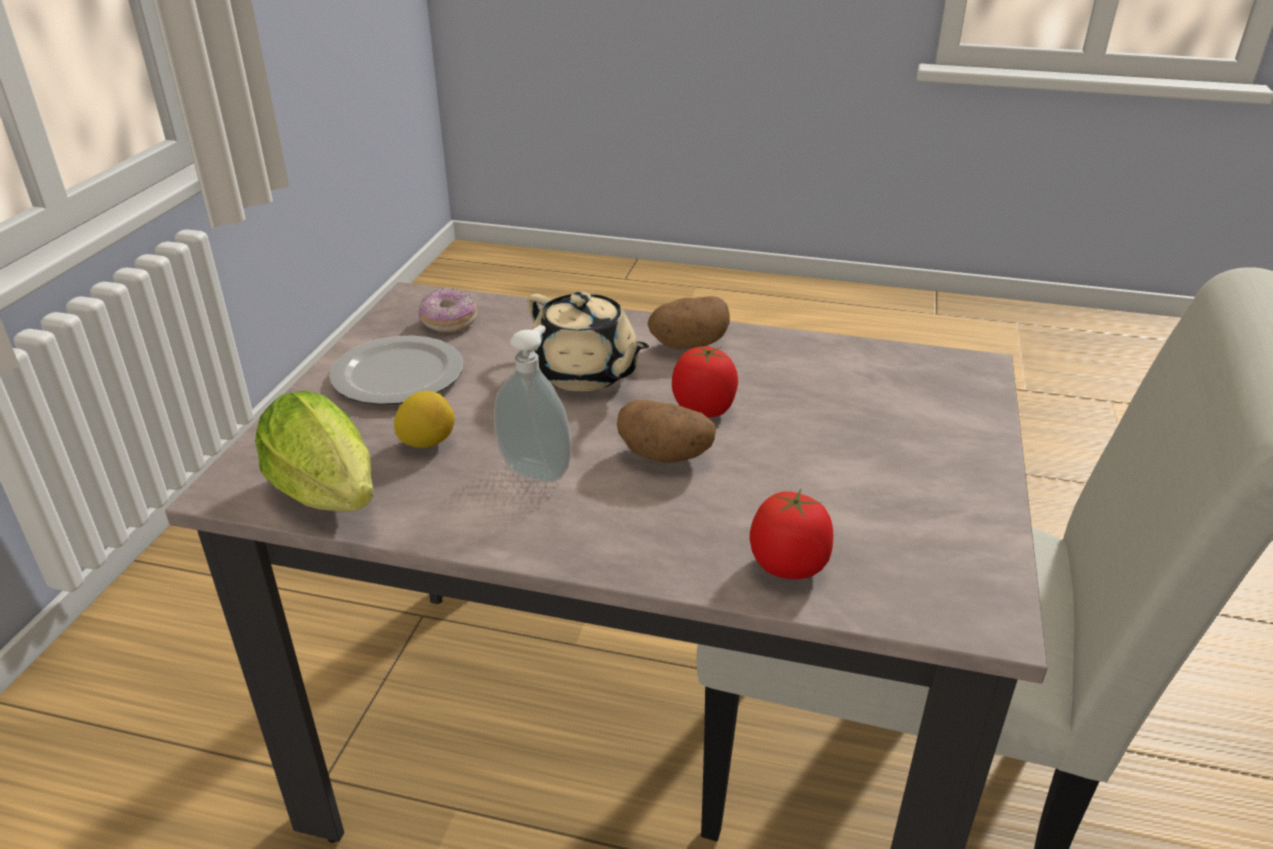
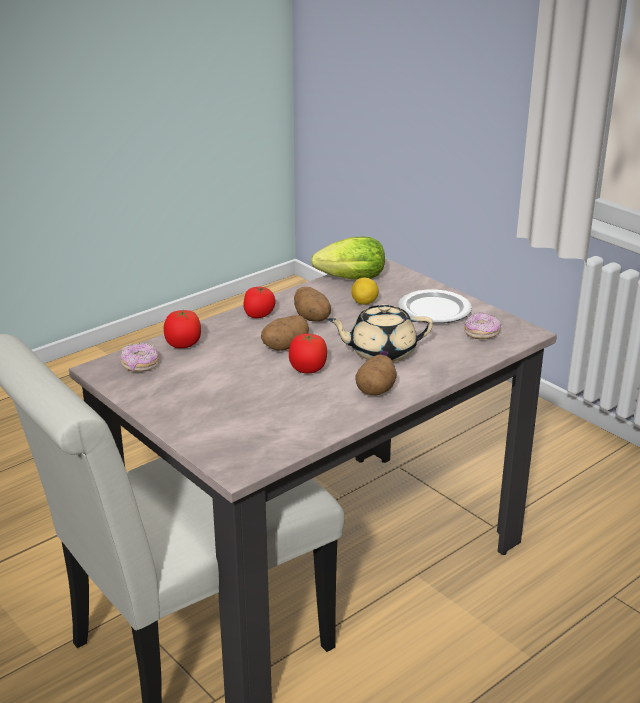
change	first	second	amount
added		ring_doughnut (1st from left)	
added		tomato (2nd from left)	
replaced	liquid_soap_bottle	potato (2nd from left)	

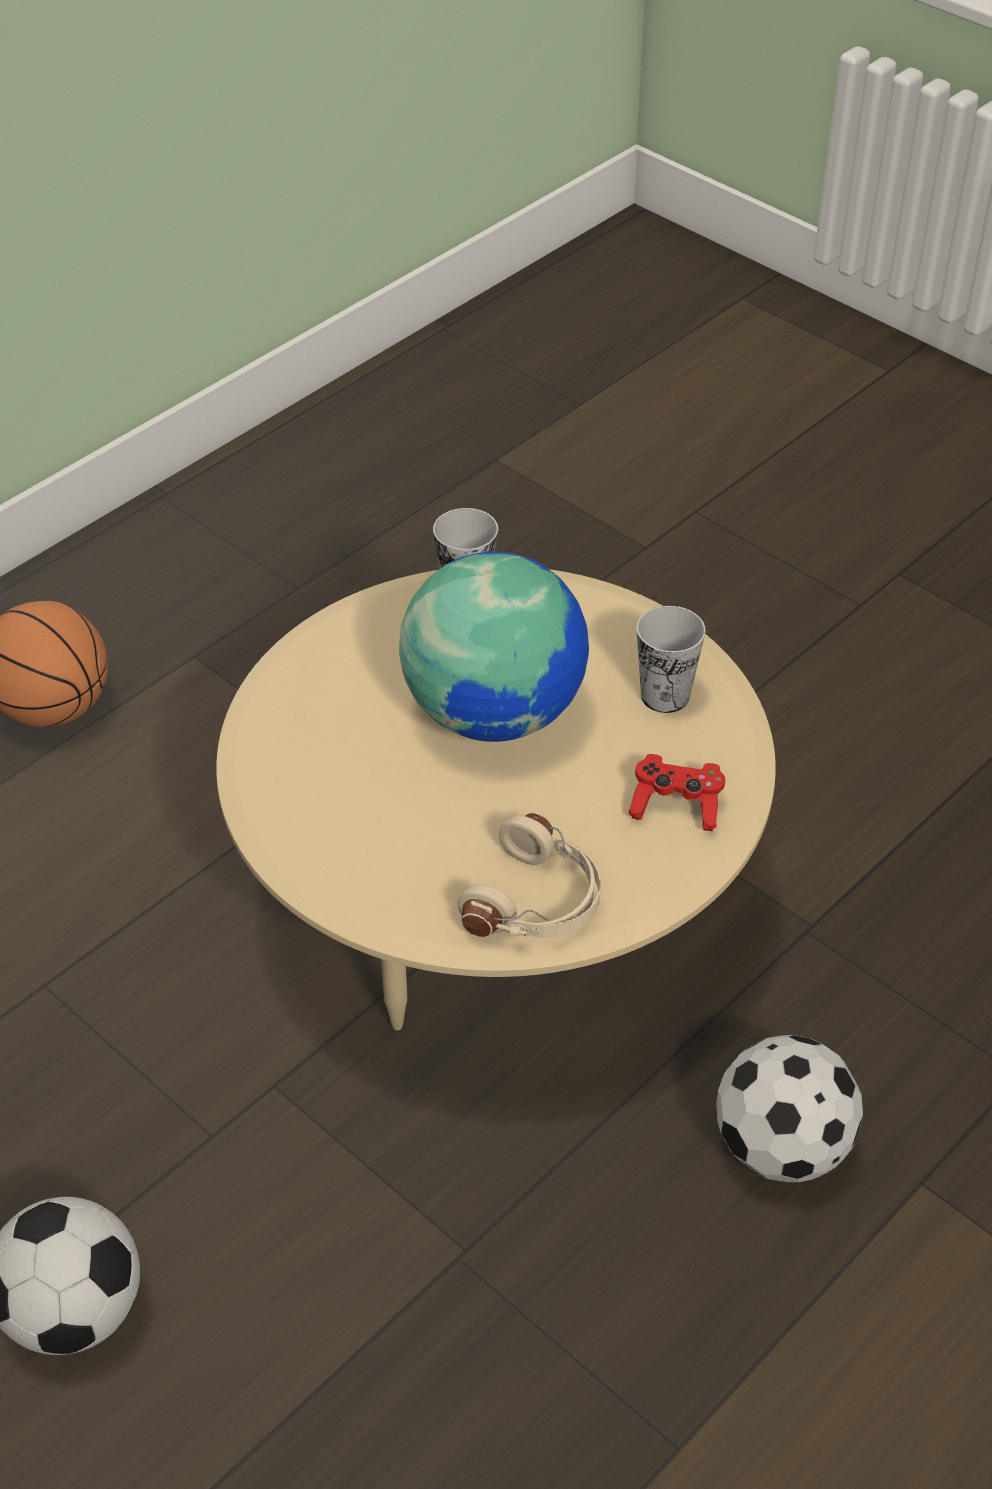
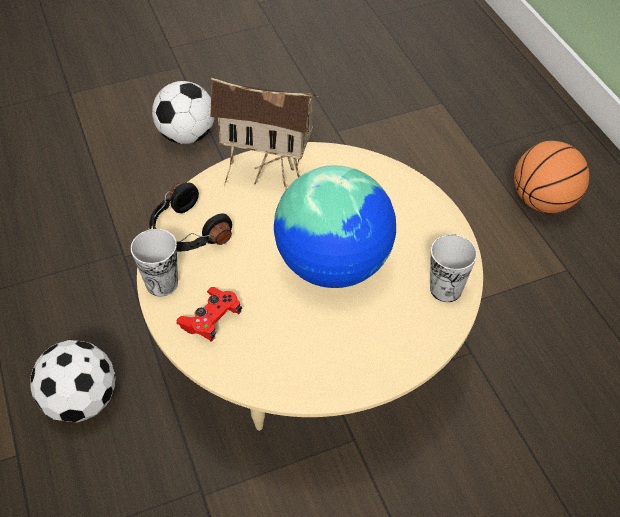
change	first	second	amount
added		toy_house	
moved	cup (2nd from left in the first image)	cup (1st from left)	
recoloured	beige_headphones	blackish_headphones	

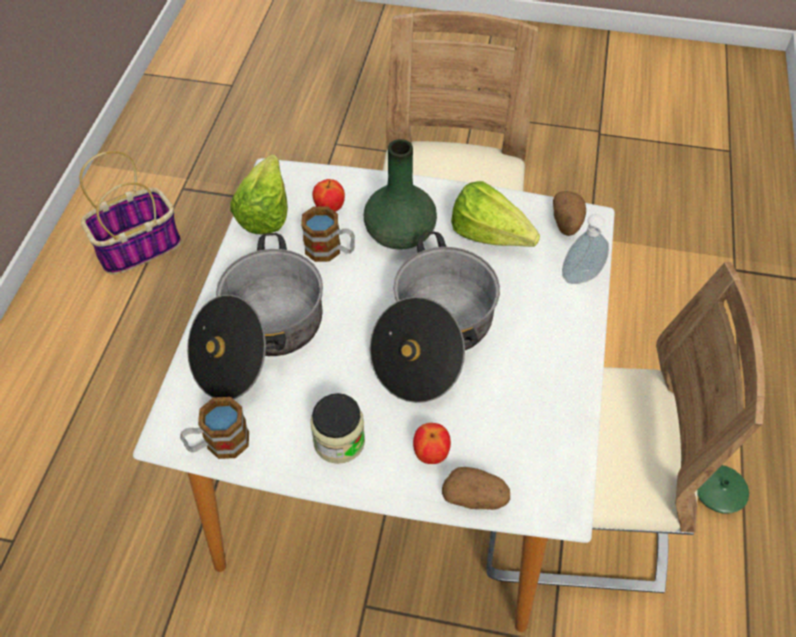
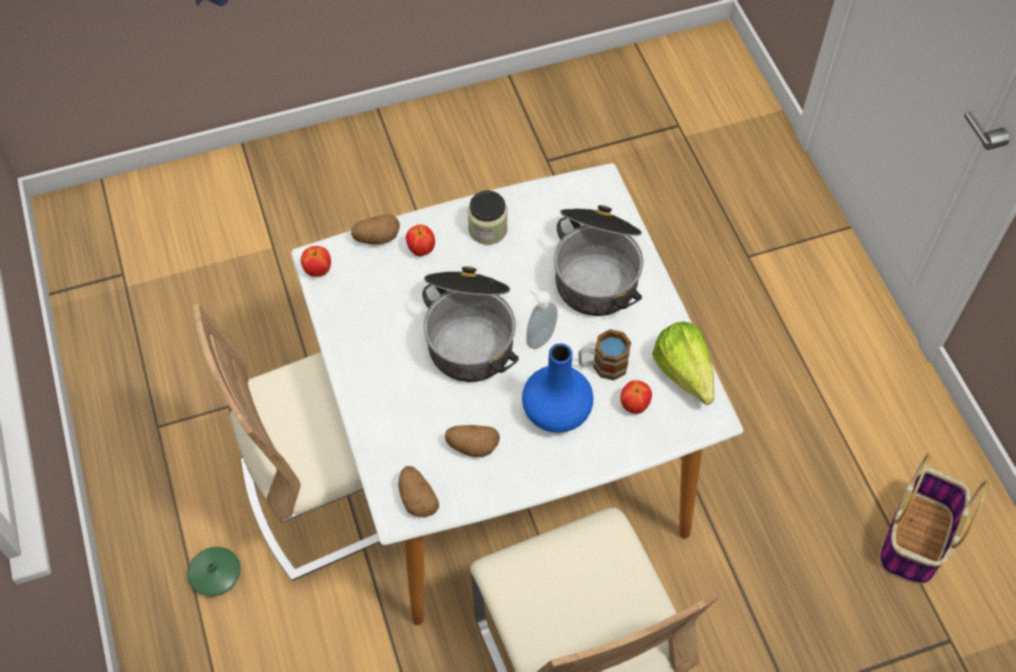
change	first	second	amount
removed	coffee_mug (1st from left)		
added		apple_fruit (1st from left)	
moved	liquid_soap_bottle		
replaced	lettuce_head (2nd from left)	potato (3rd from left)	
recoloured	green_vase (1st from left)	bluish_vase	

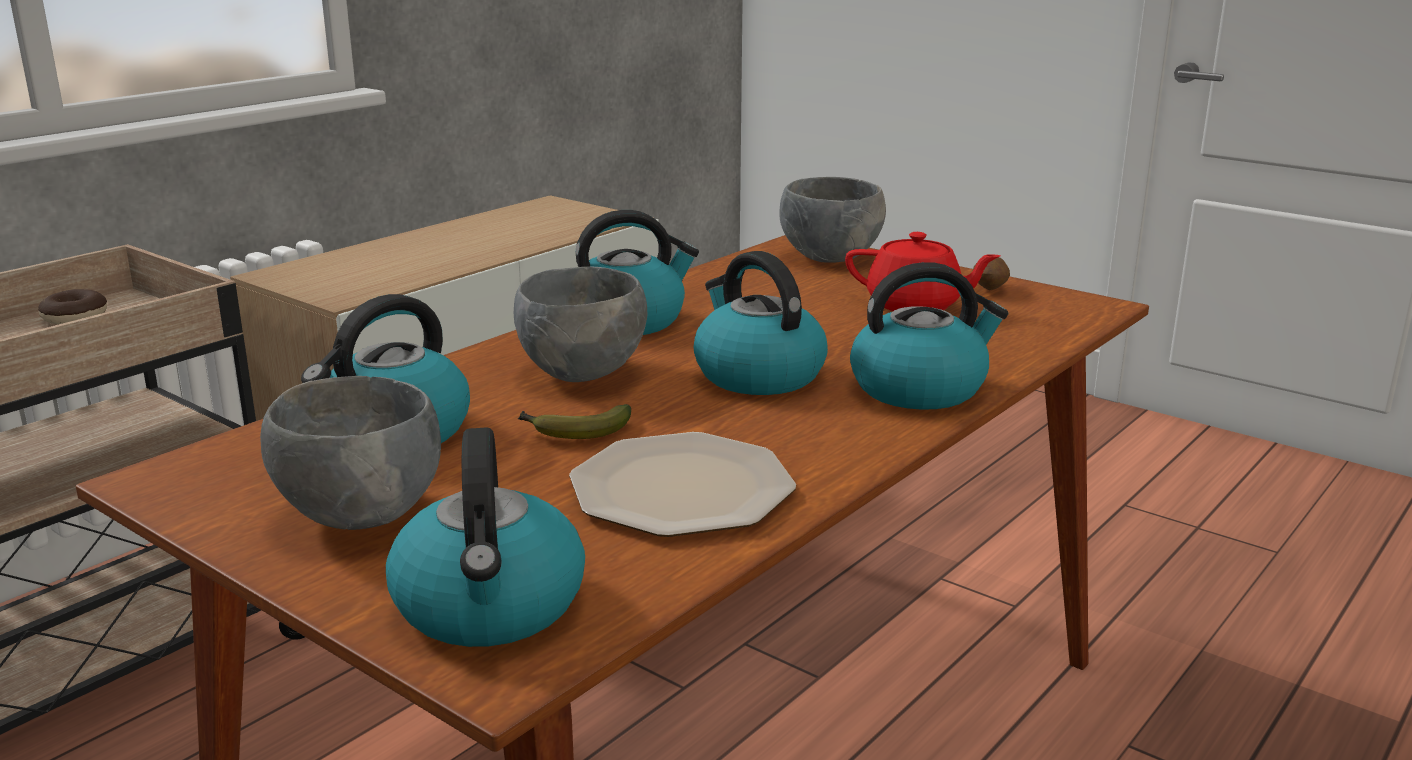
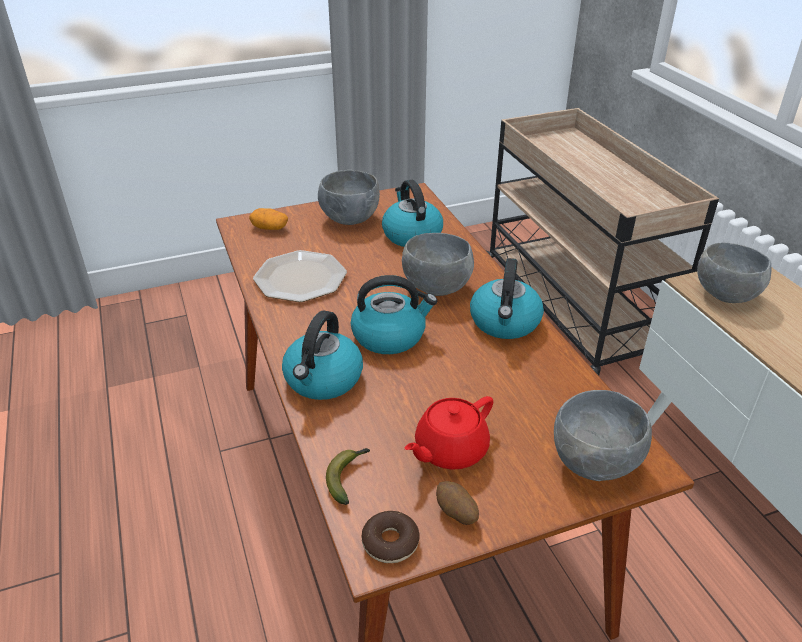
change	first	second	amount
added		gray_bowl (4th from left)	
moved	ring_doughnut		
moved	whole_banana		
replaced	water_kettle (2nd from left)	potato (1st from left)	

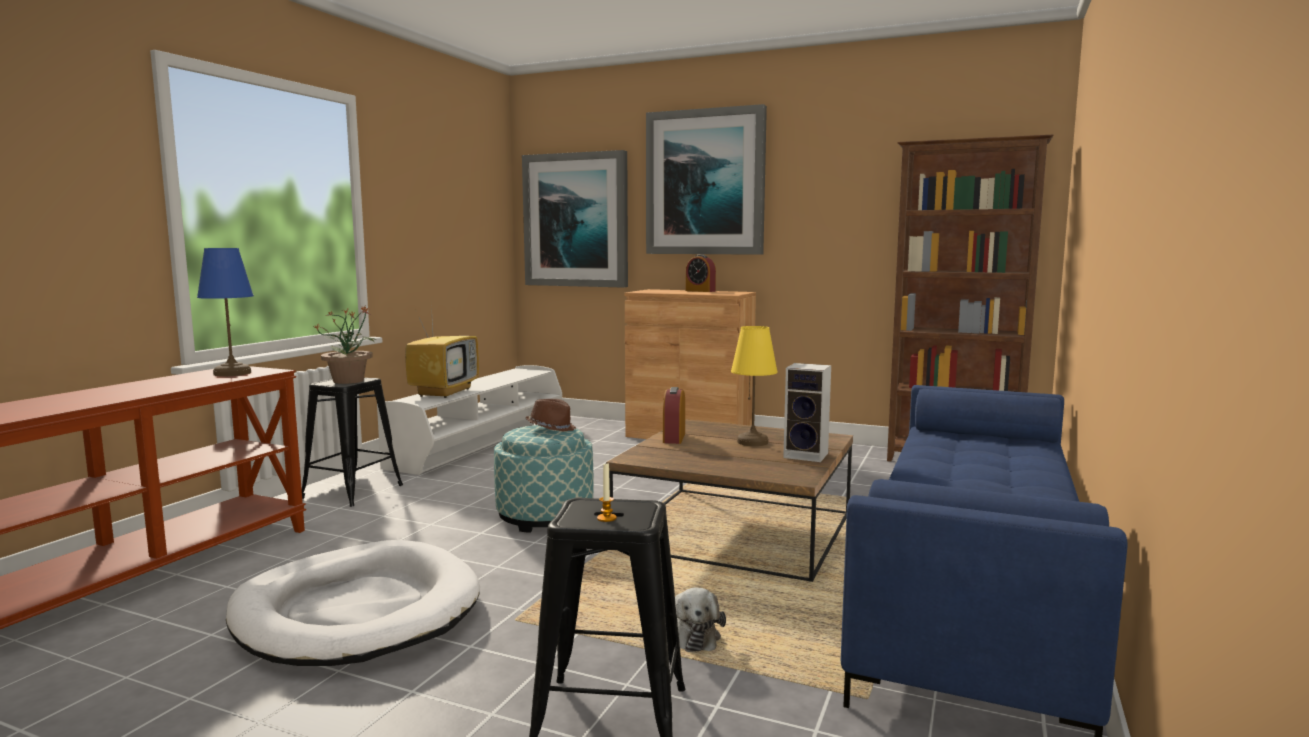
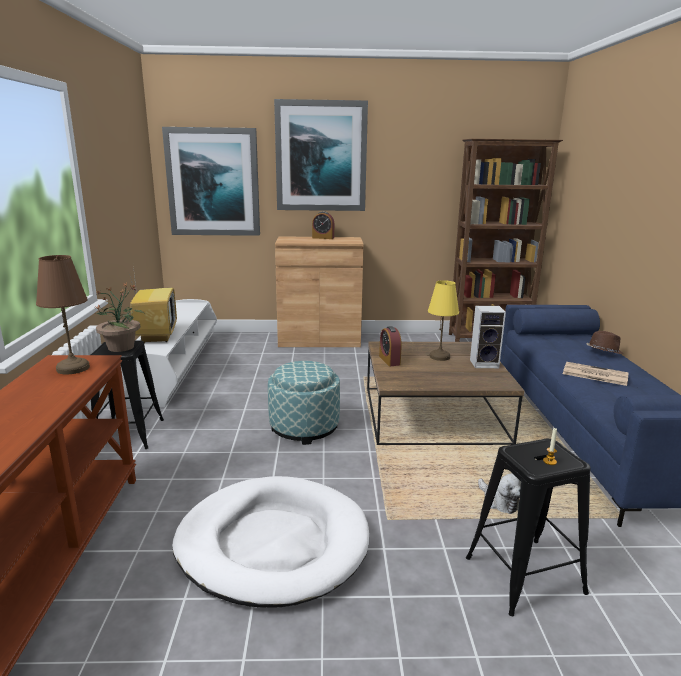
change	first	second	amount
added		daily_paper	
moved	brown-coloured_clothing_hat		
recoloured	bluish_table_lamp	brown-coloured_table_lamp	

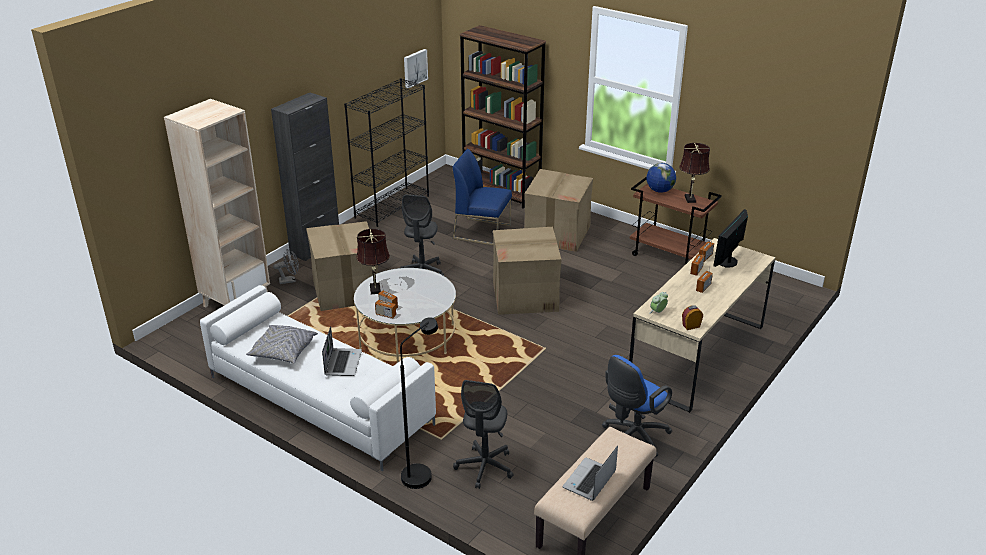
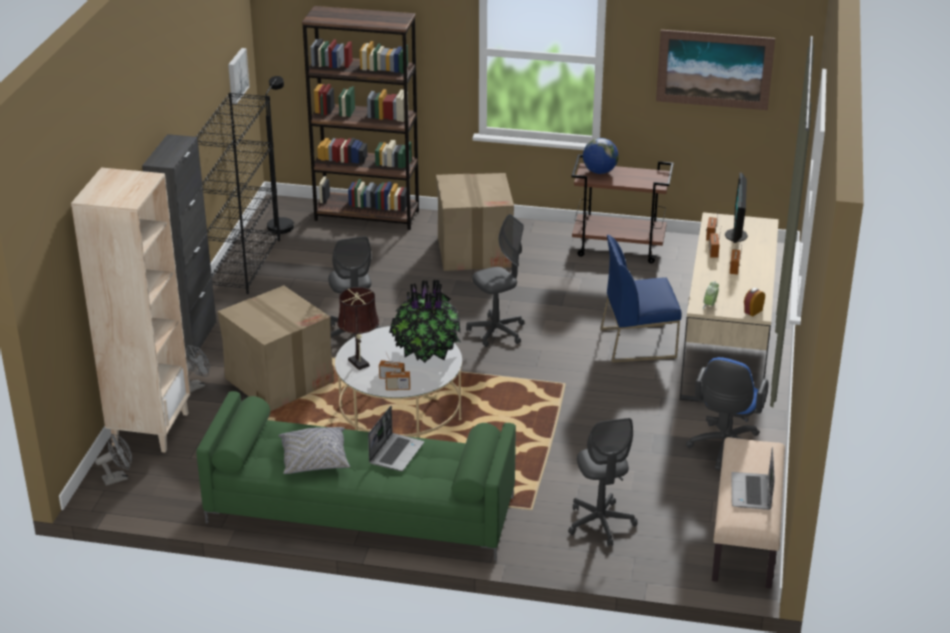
change	first	second	amount
removed	brown-coloured_table_lamp (2nd from left)		
added		gray_fan (1st from left)	
added		houseplant	
added		wall_art (2nd from left)	
moved	blackish_floor_lamp		
moved	bluish_upright_chair		
replaced	cardboard_box (2nd from left)	gray_office_chair (2nd from left)	
recoloured	whitish_settee	green_settee	
turned	portable_computer (1st from left)		45 degrees clockwise

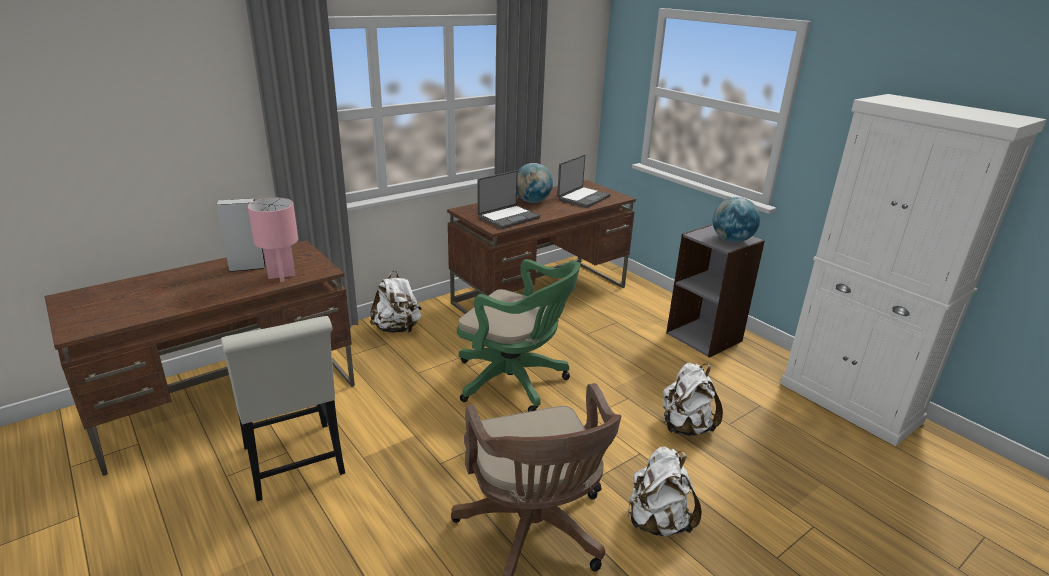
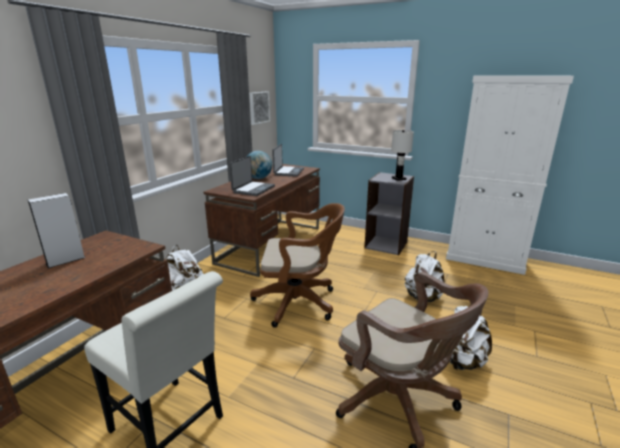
change	first	second	amount
removed	pink-coloured_table_lamp		
added		wall_art	
replaced	desk_globe (2nd from left)	whitish_table_lamp	
recoloured	green_office_chair	brown-coloured_office_chair (1st from left)	

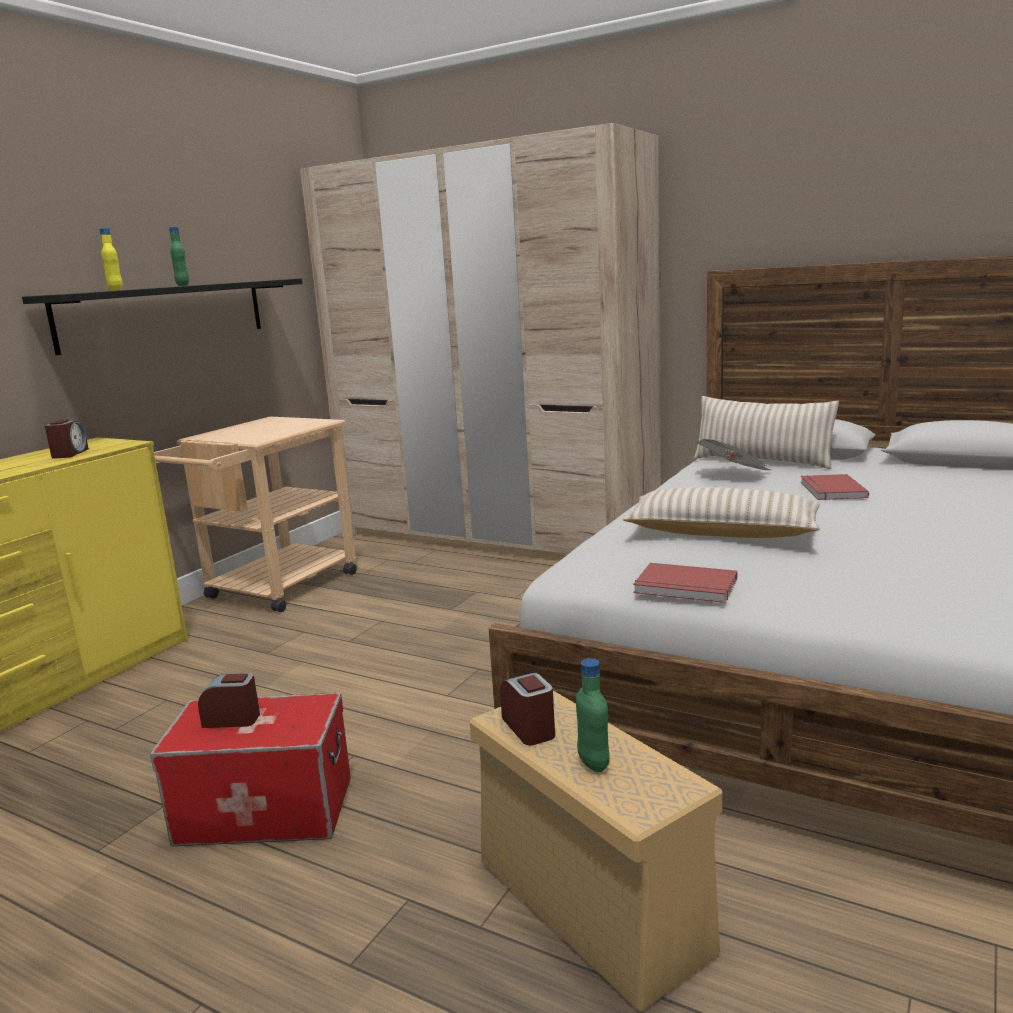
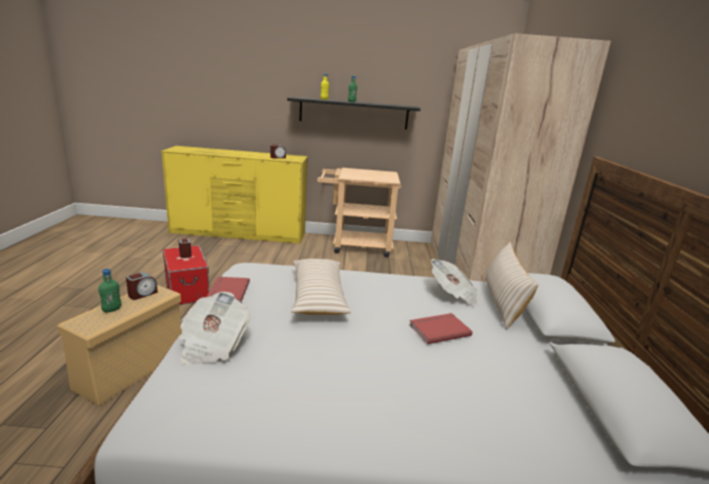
change	first	second	amount
added		daily_paper (1st from left)	

